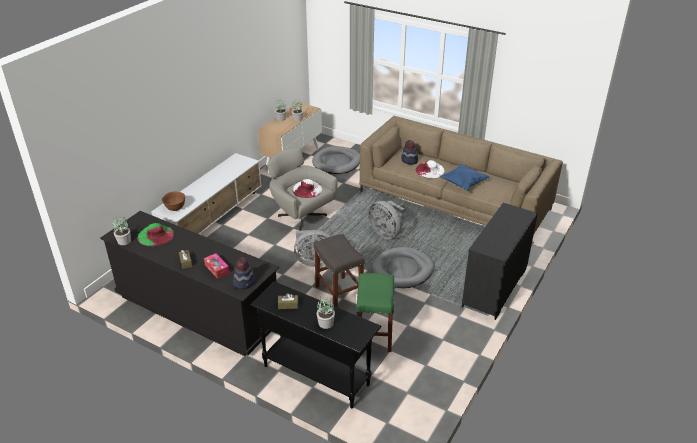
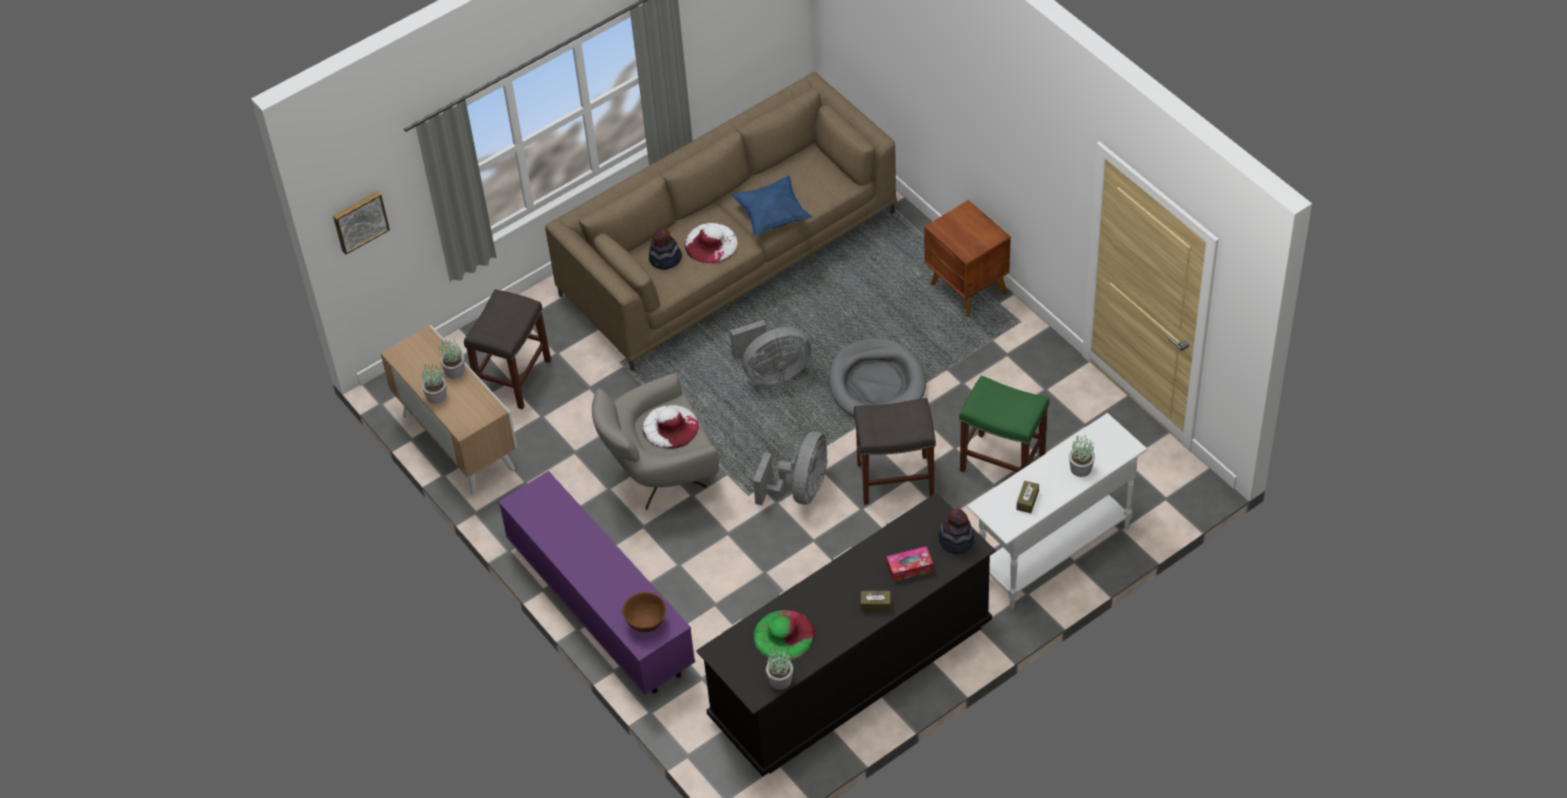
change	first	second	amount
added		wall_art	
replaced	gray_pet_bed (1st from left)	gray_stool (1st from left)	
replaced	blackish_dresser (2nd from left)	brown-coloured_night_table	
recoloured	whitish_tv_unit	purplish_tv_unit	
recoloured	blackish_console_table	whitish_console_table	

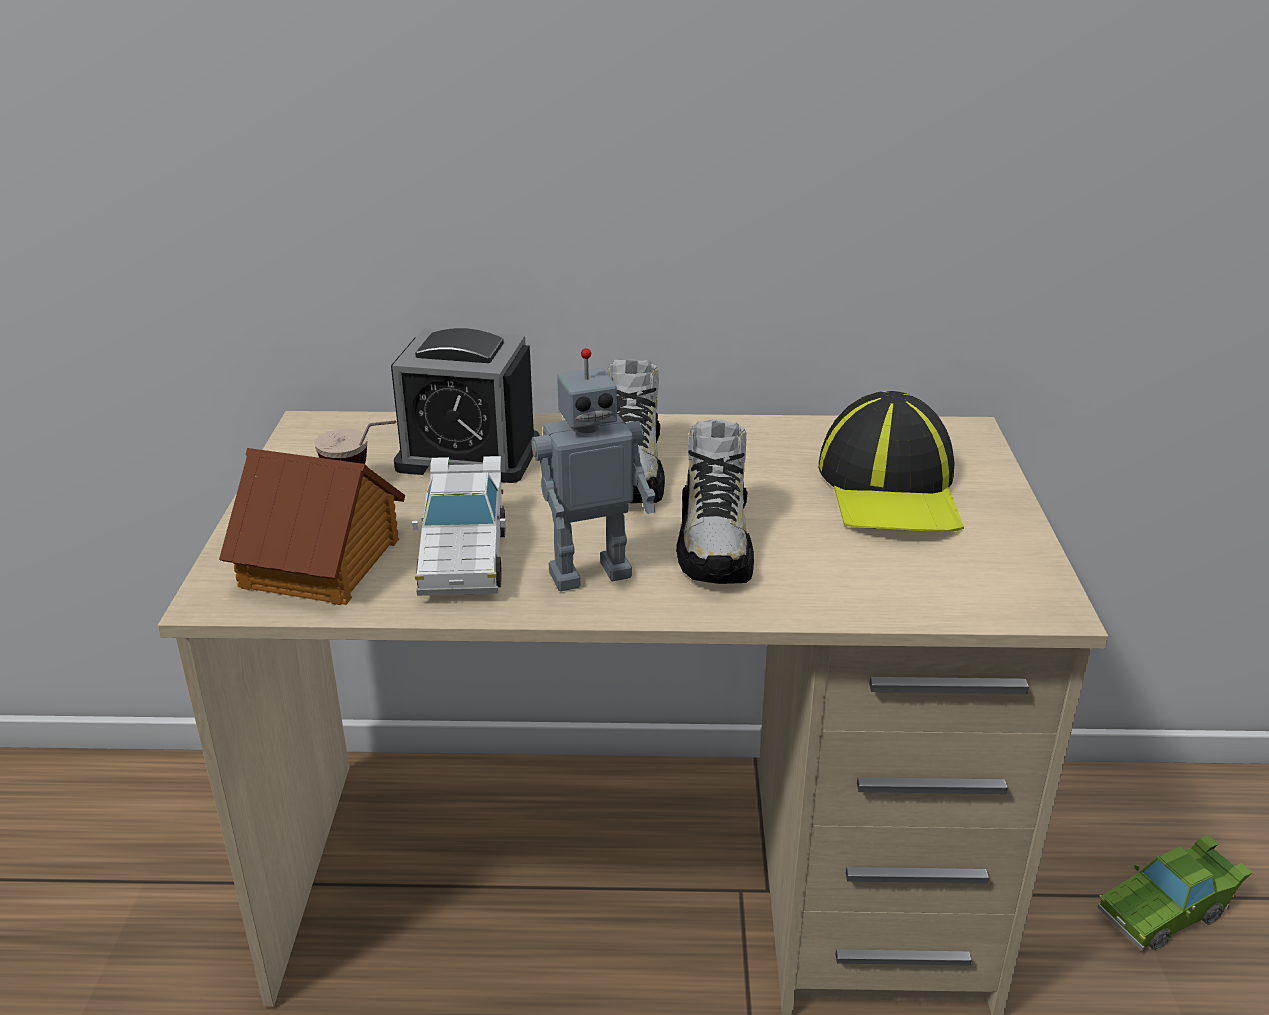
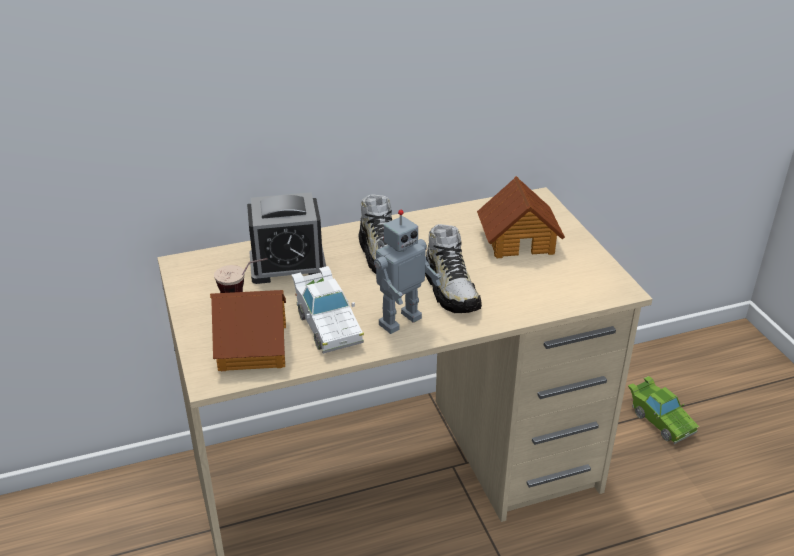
change	first	second	amount
replaced	peaked_cap	toy_house (2nd from left)	
turned	green_model_car		75 degrees counterclockwise

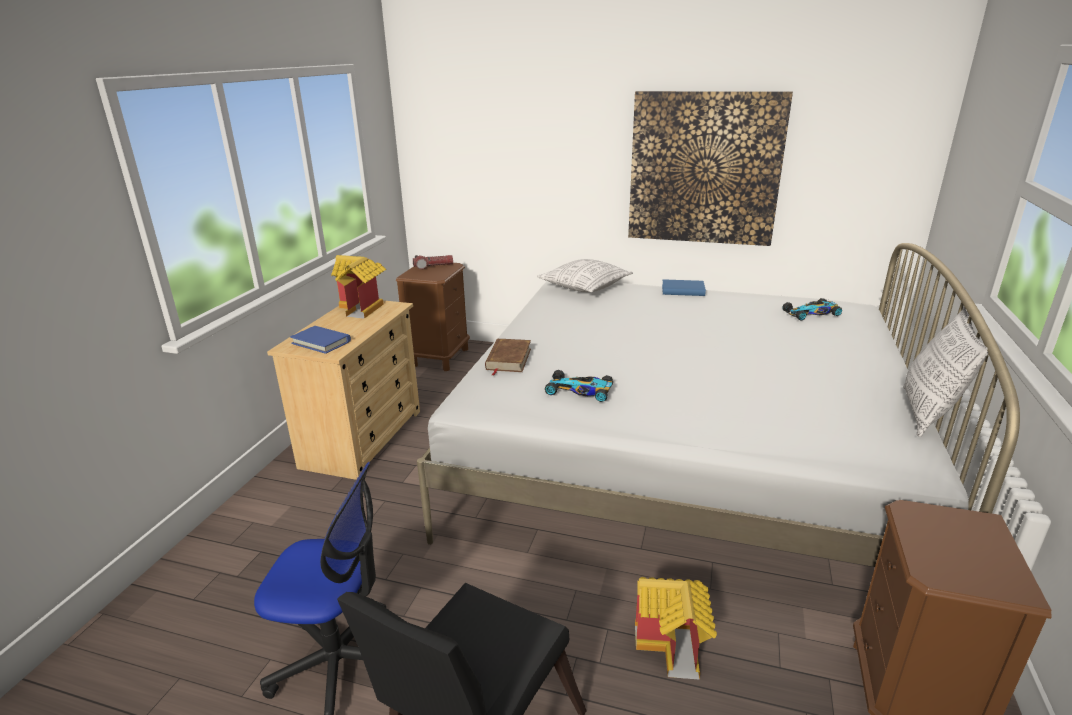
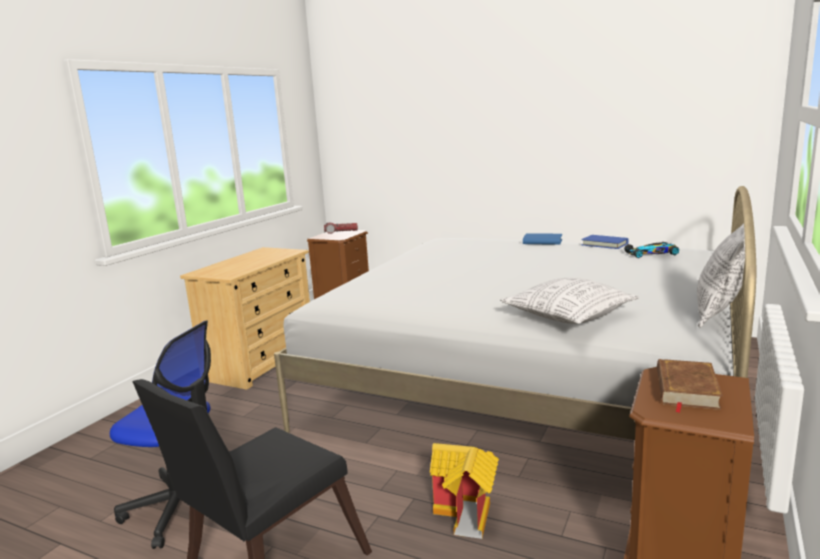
change	first	second	amount
removed	toy_house (1st from left)		
removed	model_car (1st from left)		
removed	wall_art		
moved	bluish_book (1st from left in the first image)	bluish_book (2nd from left)	
moved	brown-coloured_book		
moved	throw_pillow (1st from left)		

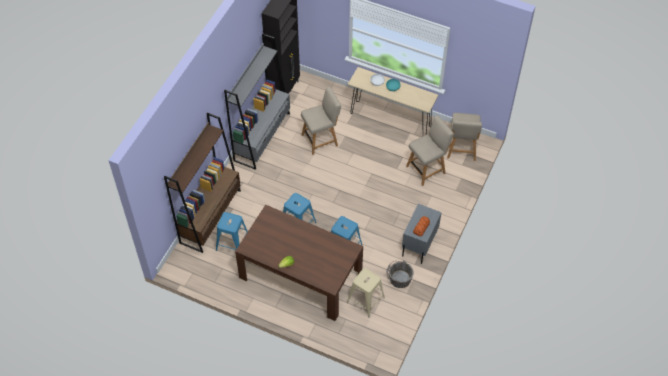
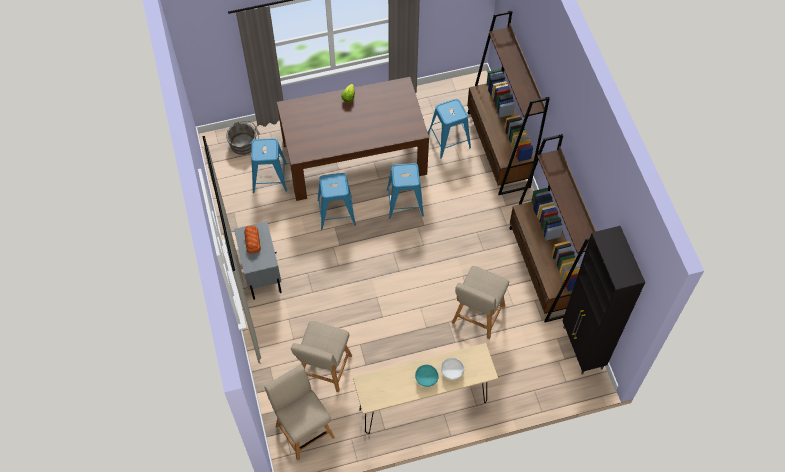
change	first	second	amount
moved	gray_water_bucket		
recoloured	gray_bookcase	brown-coloured_bookcase (2nd from left)	
recoloured	beige_stool	bluish_stool (1st from left)	

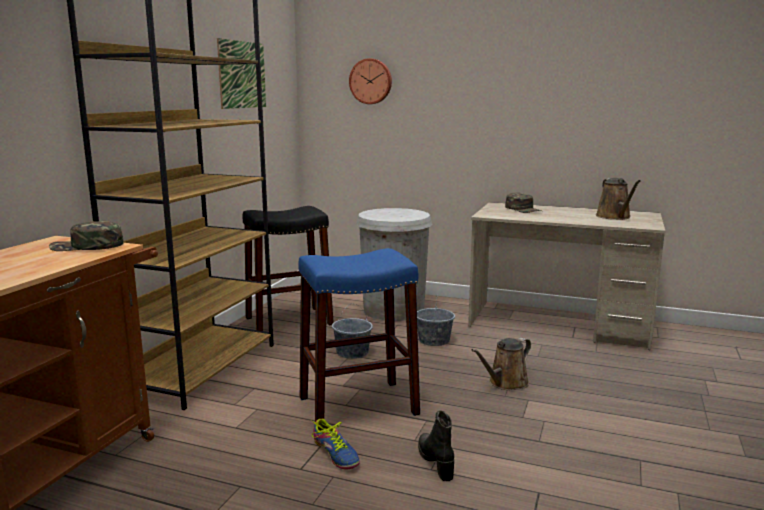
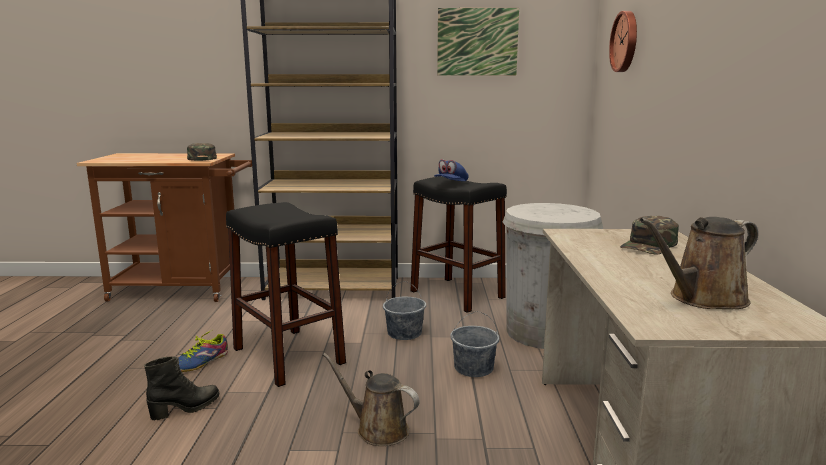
change	first	second	amount
added		bluish_peaked_cap	
recoloured	bluish_stool	blackish_stool (1st from left)	

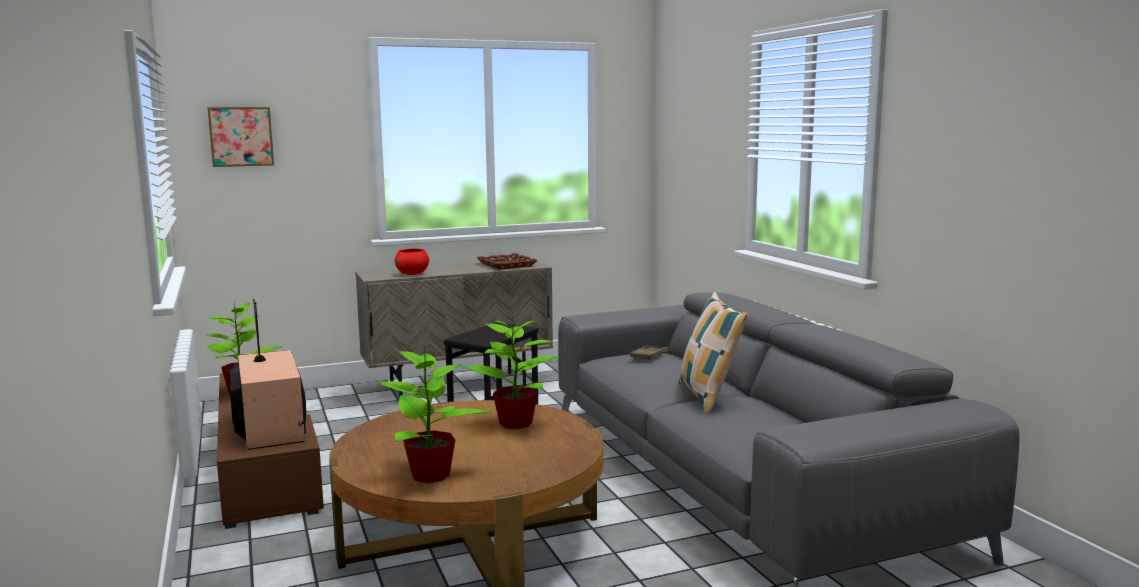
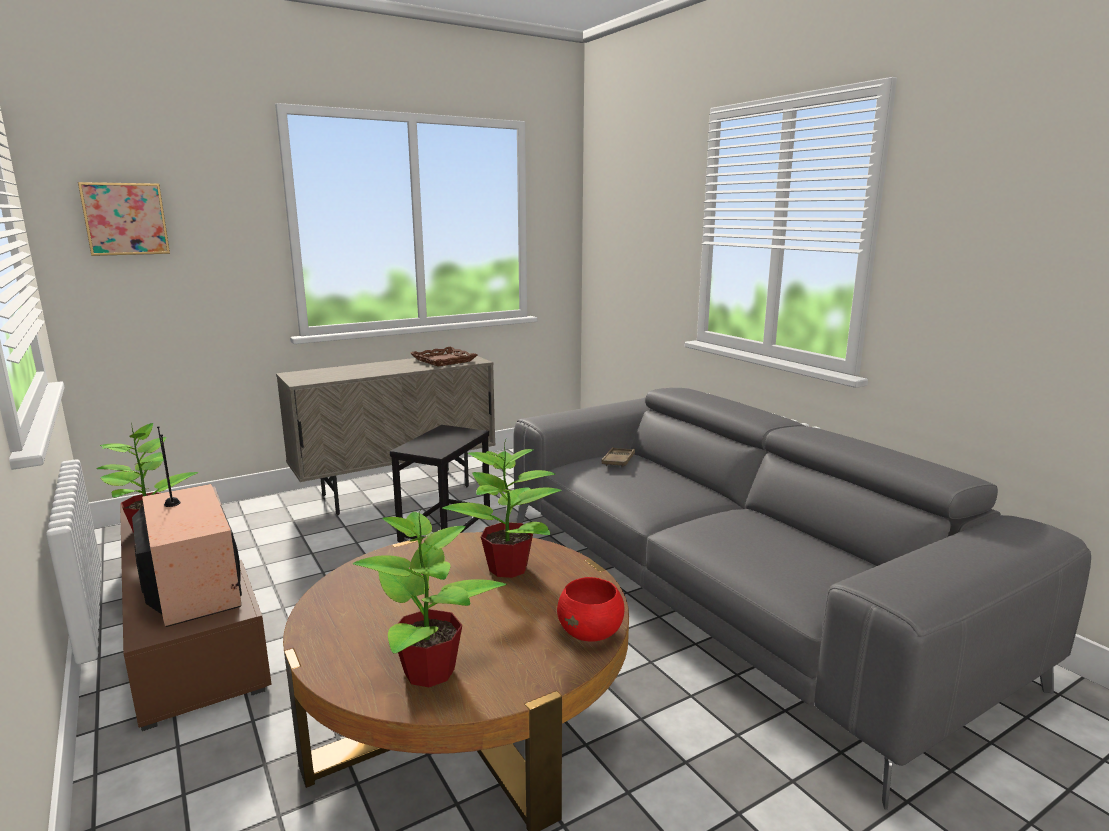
change	first	second	amount
removed	throw_pillow		
moved	red_bowl		

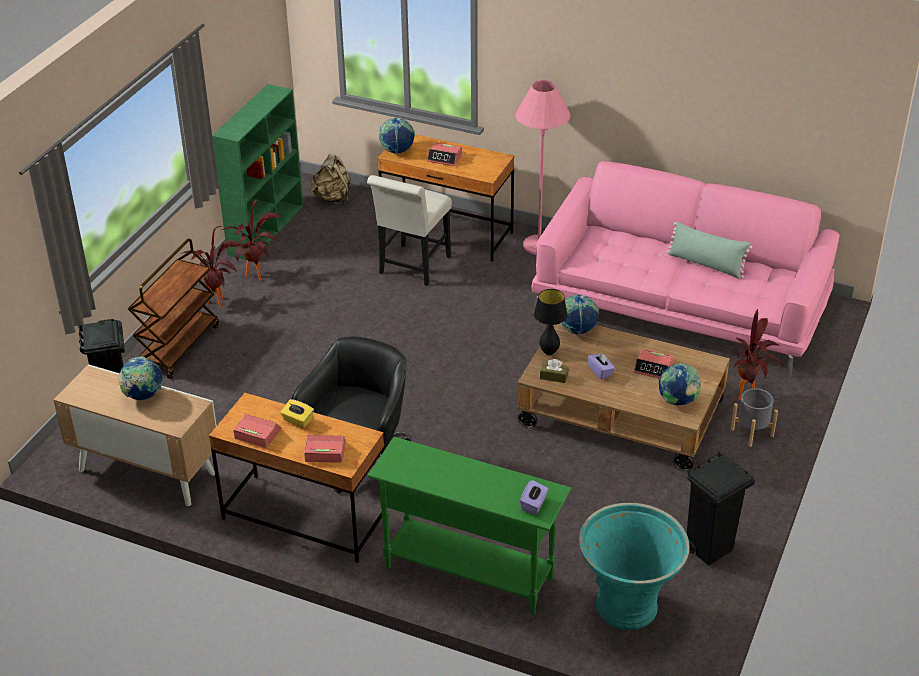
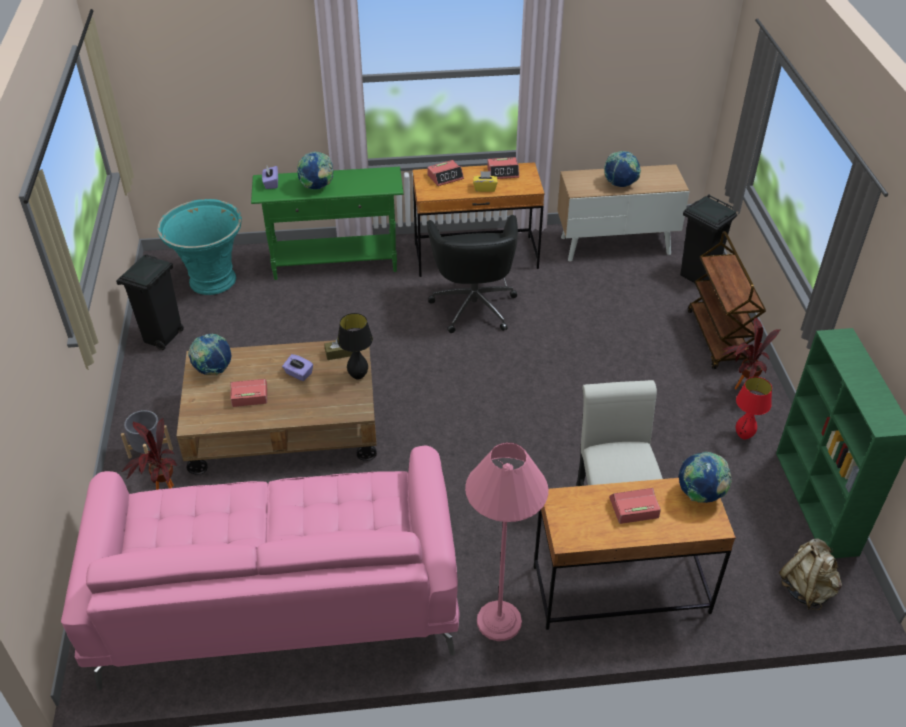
change	first	second	amount
removed	green_throw_pillow		
moved	desk_globe (3rd from left in the first image)	desk_globe (2nd from left)	
replaced	houseplant (2nd from left)	red_table_lamp	

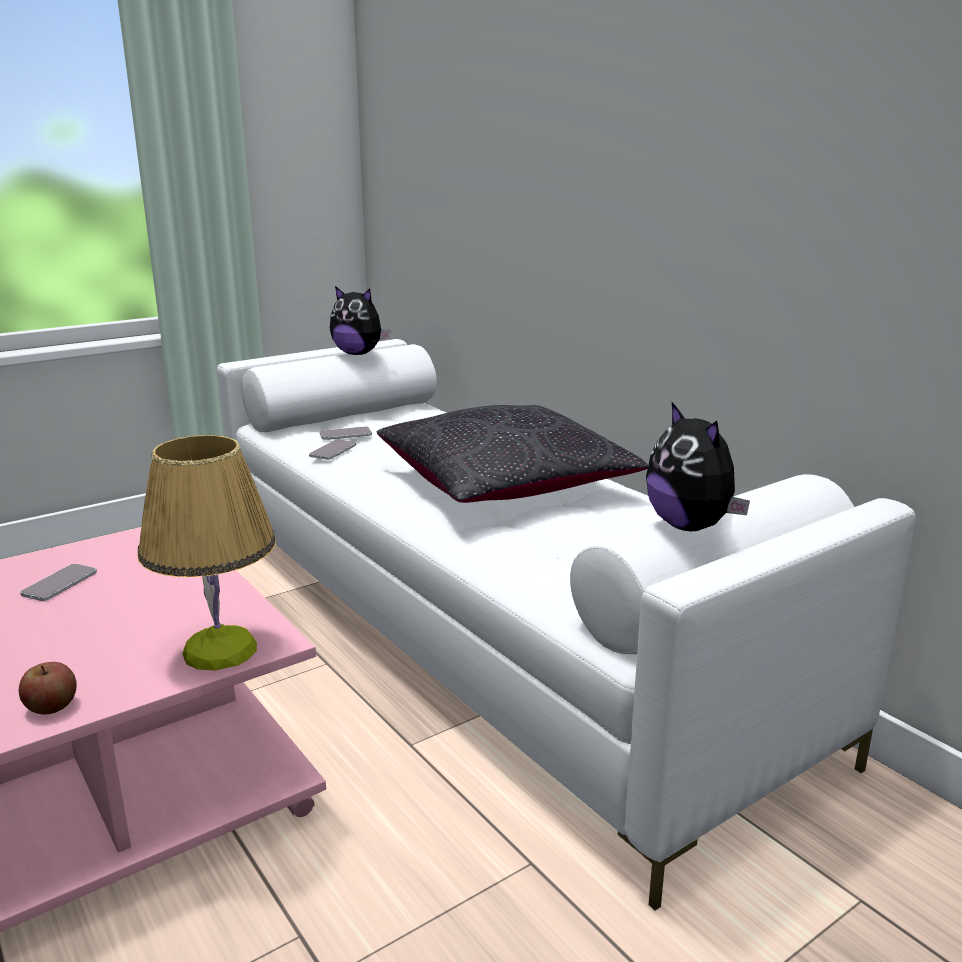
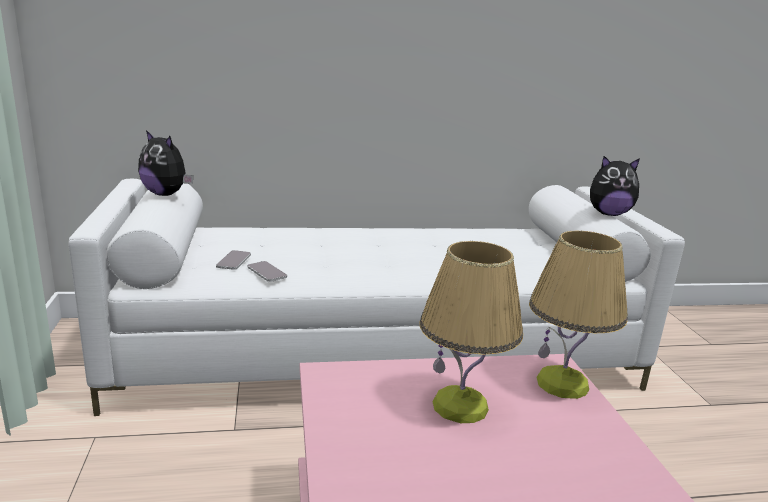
change	first	second	amount
removed	apple_fruit		
removed	phone (1st from left)		
removed	blackish_throw_pillow		
added		table_lamp (1st from left)	
turned	plush_toy (1st from left)		75 degrees clockwise

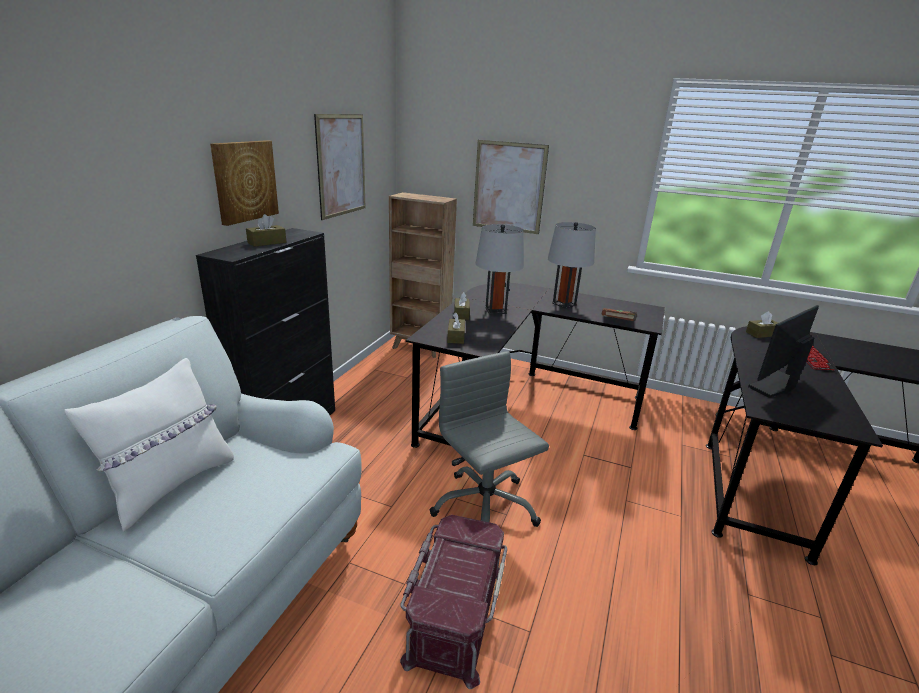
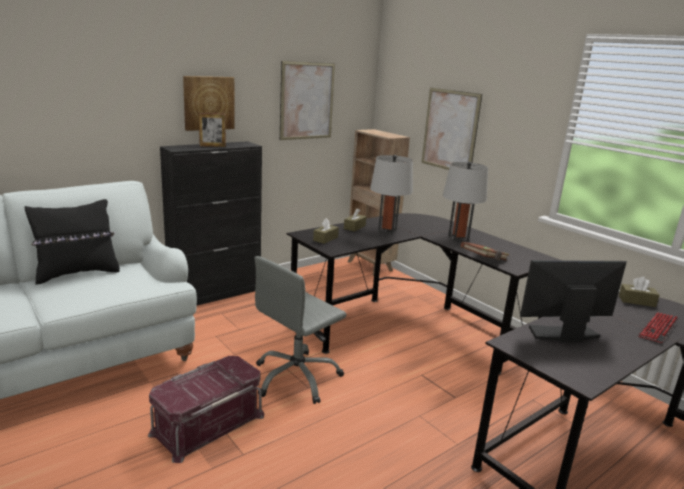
change	first	second	amount
replaced	brown-coloured_tissue_holder (1st from left)	picture_frame	
recoloured	whitish_throw_pillow	blackish_throw_pillow	
turned	gray_office_chair		135 degrees counterclockwise

